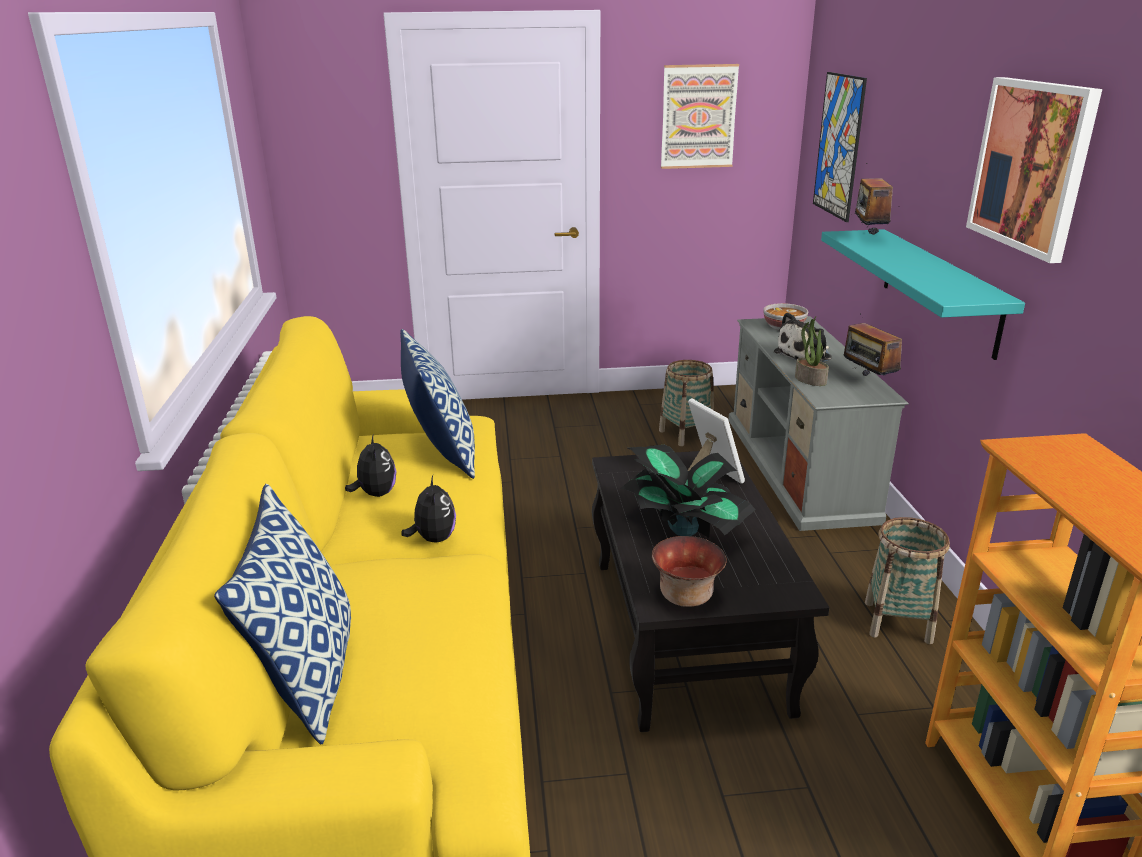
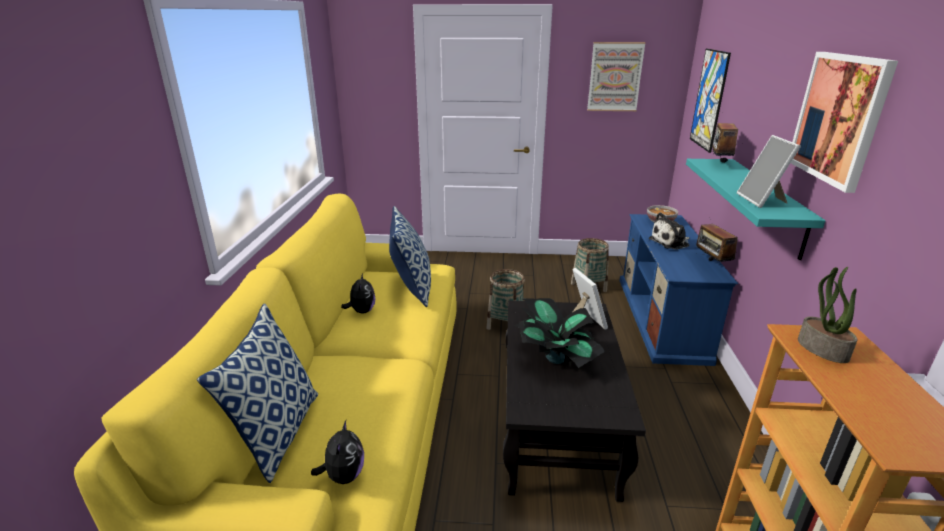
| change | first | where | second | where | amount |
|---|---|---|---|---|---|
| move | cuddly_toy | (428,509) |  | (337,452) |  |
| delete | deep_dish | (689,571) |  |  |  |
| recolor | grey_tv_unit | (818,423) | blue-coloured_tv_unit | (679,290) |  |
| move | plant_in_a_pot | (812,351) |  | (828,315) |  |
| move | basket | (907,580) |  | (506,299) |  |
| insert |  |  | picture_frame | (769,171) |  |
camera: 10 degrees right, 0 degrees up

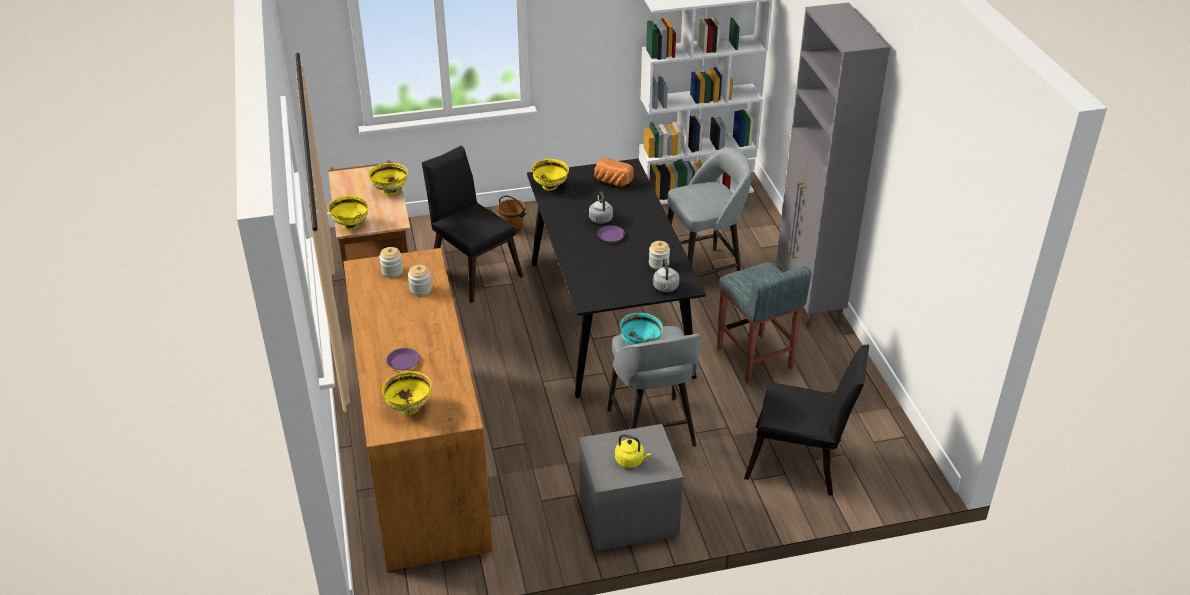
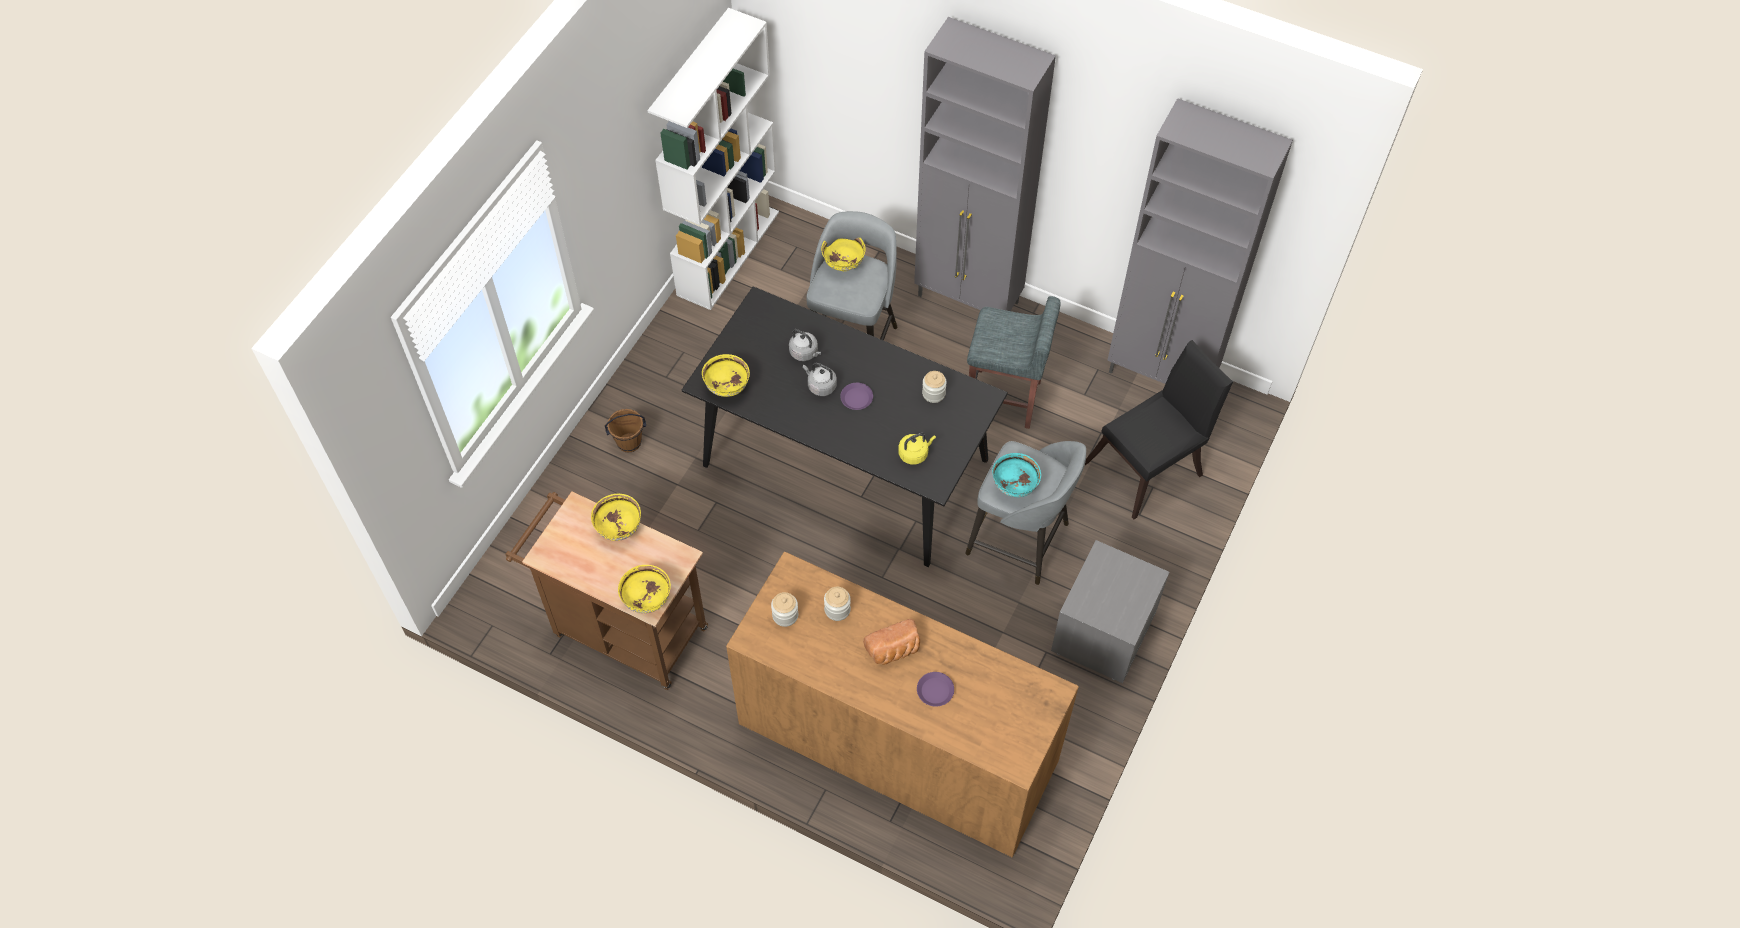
| change | first | where | second | where | amount |
|---|---|---|---|---|---|
| move | yellowish_deep_dish | (406,393) |  | (843,254) |  |
| delete | black_plain_chair | (472,224) |  |  |  |
| move | bread | (614,172) |  | (891,642) |  |
| move | yellowish_water_kettle | (633,451) |  | (917,449) |  |
| move | grey_water_kettle | (666,275) |  | (805,345) |  |
| insert |  |  | grey_cupboard | (1200,241) |  |
camera: 50 degrees left, 20 degrees up

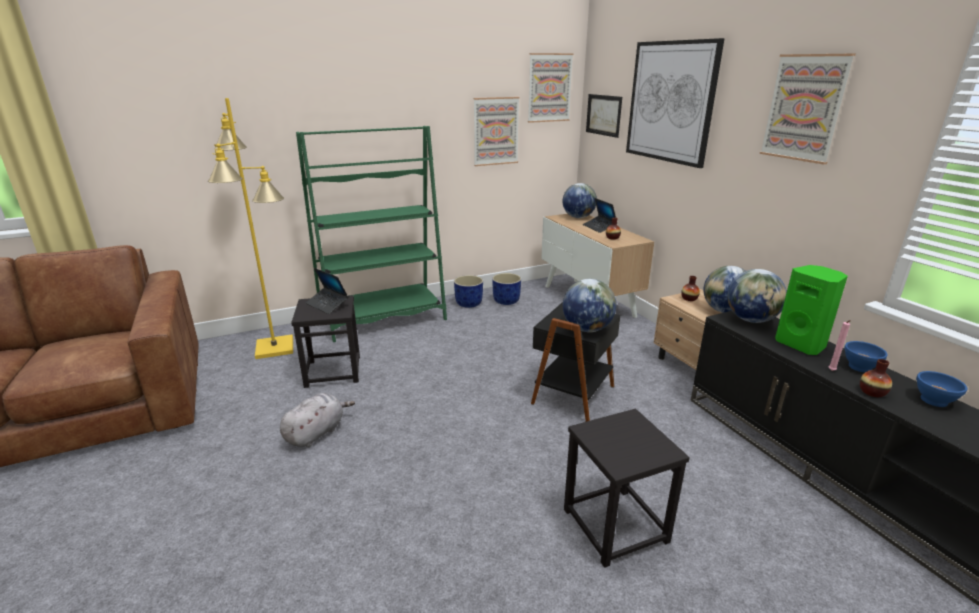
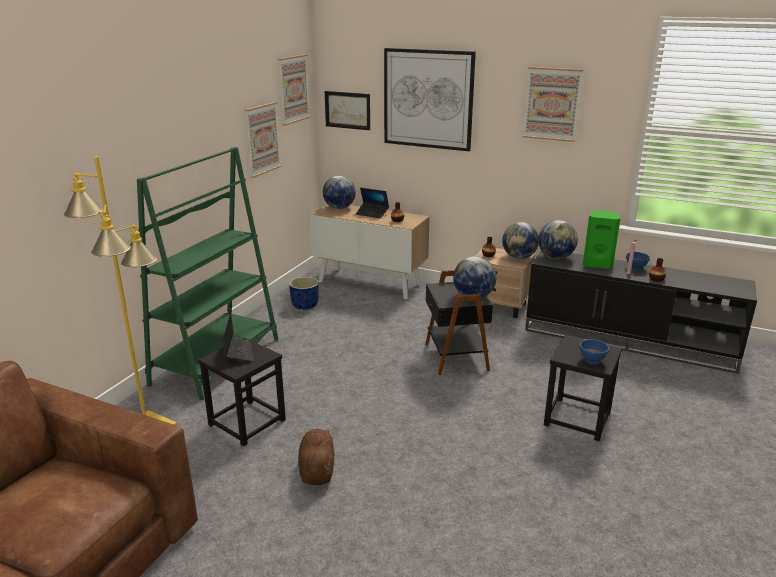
| change | first | where | second | where | amount |
|---|---|---|---|---|---|
| recolor | grey_cuddly_toy | (317,420) | brown-coloured_cuddly_toy | (316,457) |  |
| rotate | laptop | (327,291) |  | (238,337) | 105 degrees counterclockwise |
| delete | blue-coloured_plant_pot | (468,291) |  |  |  |
| move | blue-coloured_deep_dish | (942,389) |  | (594,352) |  |
camera: 40 degrees left, 0 degrees up

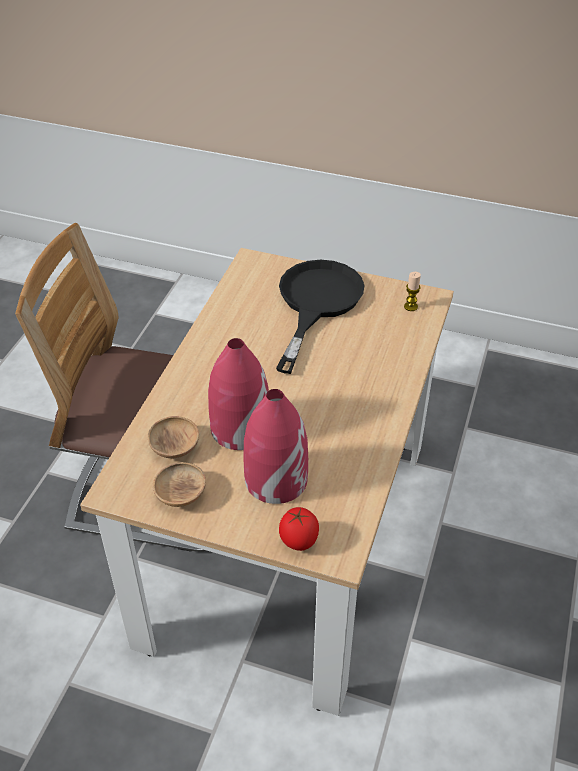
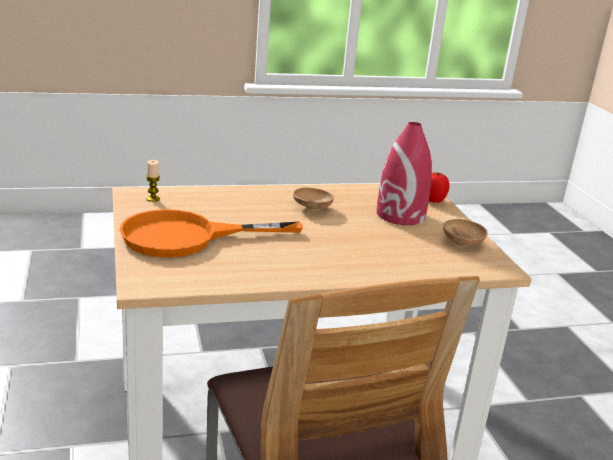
| change | first | where | second | where | amount |
|---|---|---|---|---|---|
| move | brown-coloured_deep_dish | (173,437) |  | (313,199) |  |
| delete | red-coloured_decorative_vase | (238,394) |  |  |  |
| recolor | black_skillet | (320,317) | orange-coloured_skillet | (211,233) |  |
camera: 125 degrees left, 20 degrees down

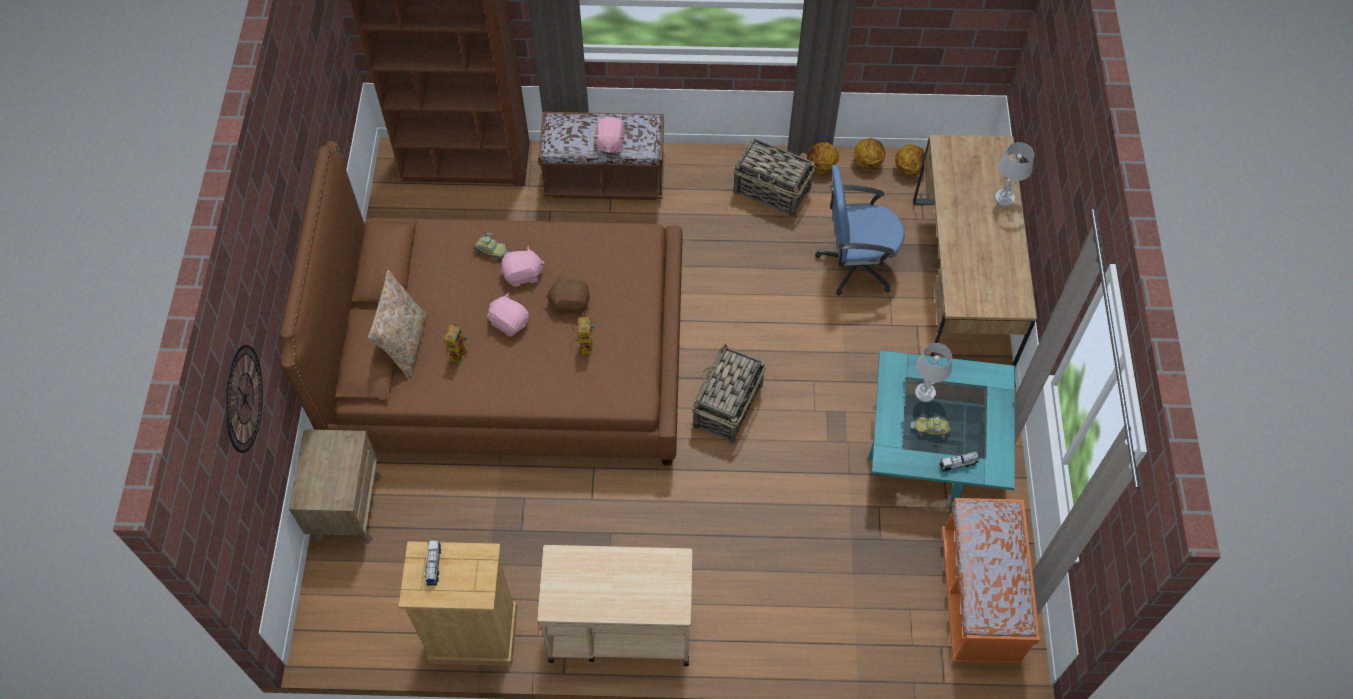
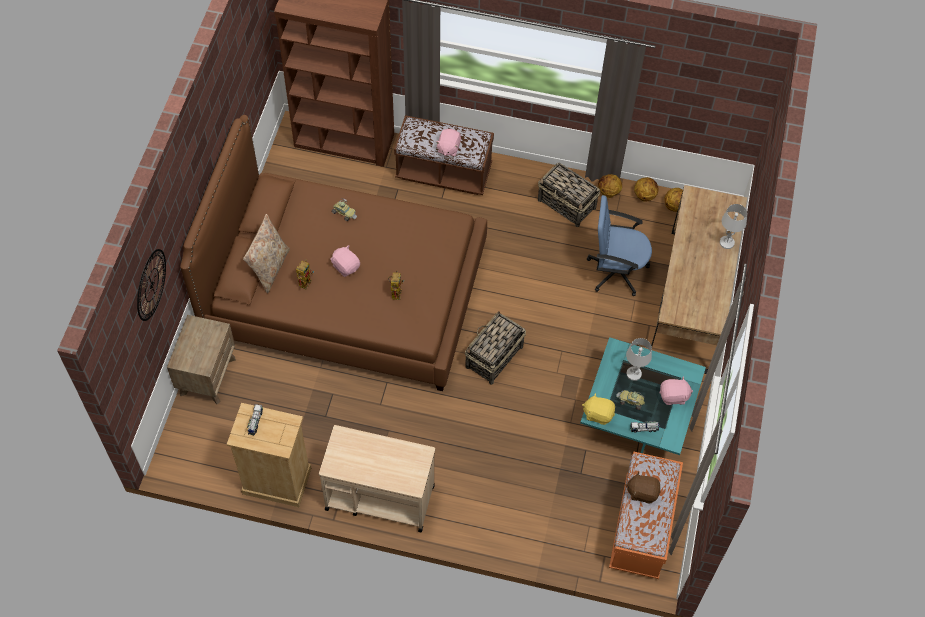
| change | first | where | second | where | amount |
|---|---|---|---|---|---|
| move | pink_cuddly_toy | (523,266) |  | (676,390) |  |
| move | brown-coloured_cuddly_toy | (568,296) |  | (643,487) |  |
| insert |  |  | yellowish_cuddly_toy | (598,409) |  |
camera: 10 degrees right, 0 degrees up

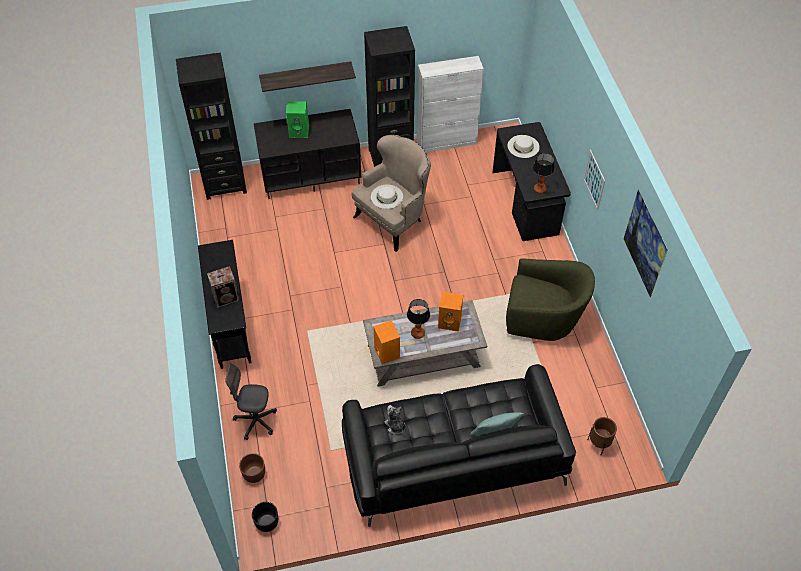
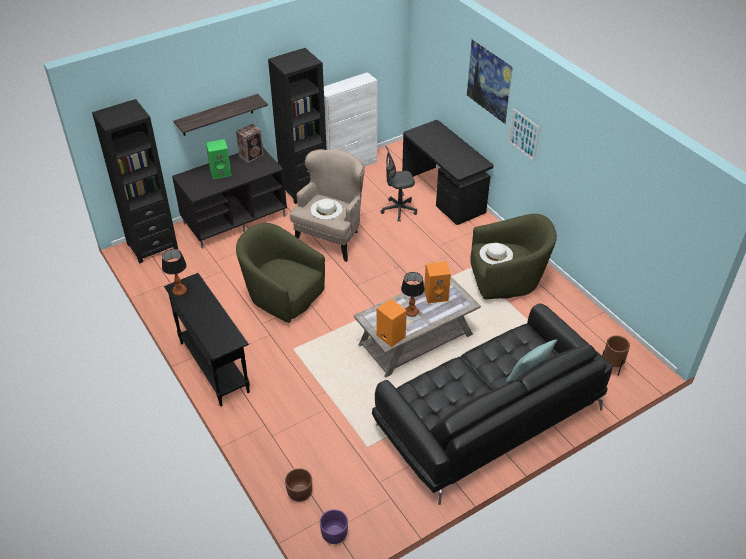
| change | first | where | second | where | amount |
|---|---|---|---|---|---|
| move | audio_speaker | (223,287) |  | (250,143) |  |
| move | grey_office_chair | (251,402) |  | (399,183) |  |
| recolor | black_plant_pot | (265,517) | purplish_plant_pot | (334,526) |  |
| delete | cuddly_toy | (394,419) |  |  |  |
| move | white-coloured_wearable_hat | (524,146) |  | (496,254) |  |
| move | table_lamp | (544,173) |  | (174,272) |  |
| move | wall_picture | (646,244) |  | (490,82) |  |
| insert |  |  | green_lounge_chair | (280,273) |  |
camera: 20 degrees left, 10 degrees down

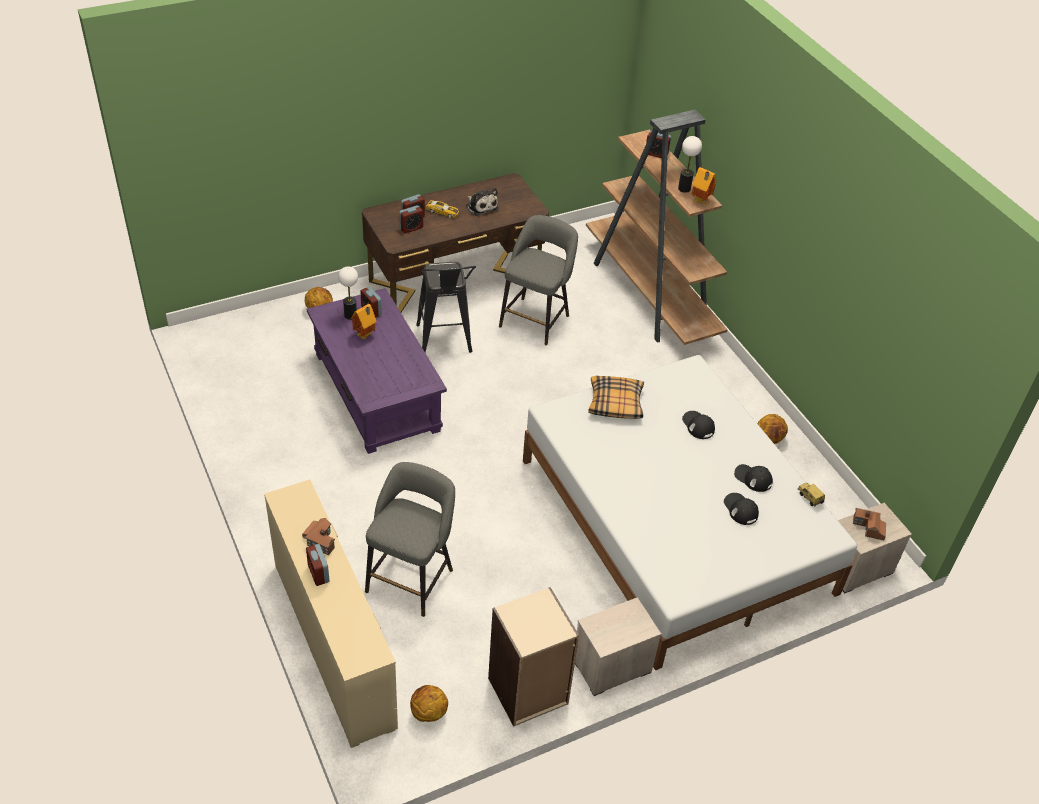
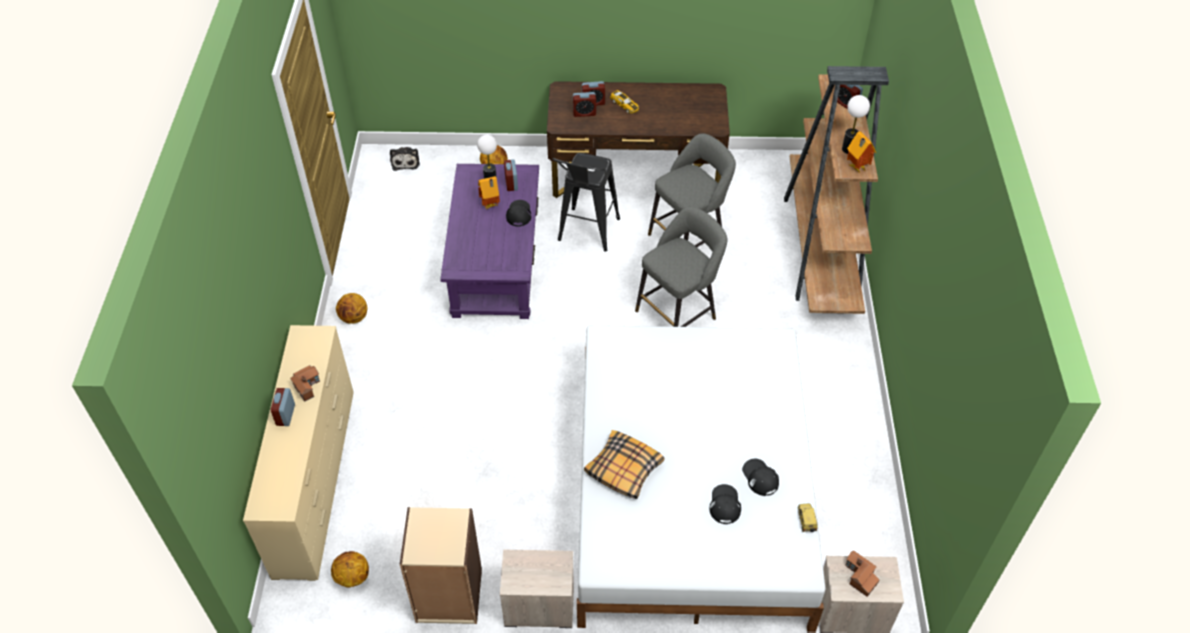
| change | first | where | second | where | amount |
|---|---|---|---|---|---|
| move | grey_stool_seat | (410,539) |  | (681,266) |  |
| move | cuddly_toy | (482,202) |  | (405,159) |  |
| move | cushion | (616,397) |  | (624,464) |  |
| move | black_baseball_cap | (698,425) |  | (518,213) |  |
| move | ball_for_basketball | (773,429) |  | (351,308) |  |
camera: 30 degrees right, 5 degrees up

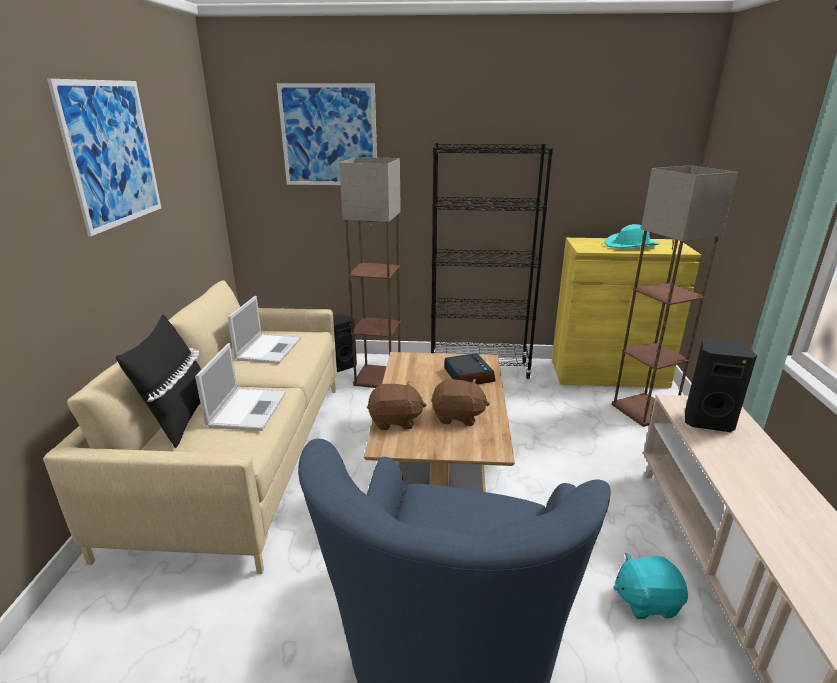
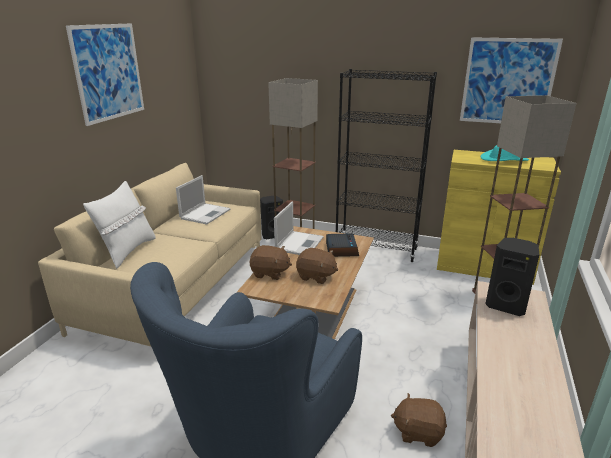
| change | first | where | second | where | amount |
|---|---|---|---|---|---|
| recolor | black_cushion | (159,381) | white-coloured_cushion | (119,225) |  |
| move | laptop | (240,387) |  | (299,228) |  |
| move | wall_picture | (327,134) |  | (511,80) |  |
| recolor | turquoise_cuddly_toy | (650,586) | brown-coloured_cuddly_toy | (419,420) |  |
camera: 15 degrees right, 0 degrees up

